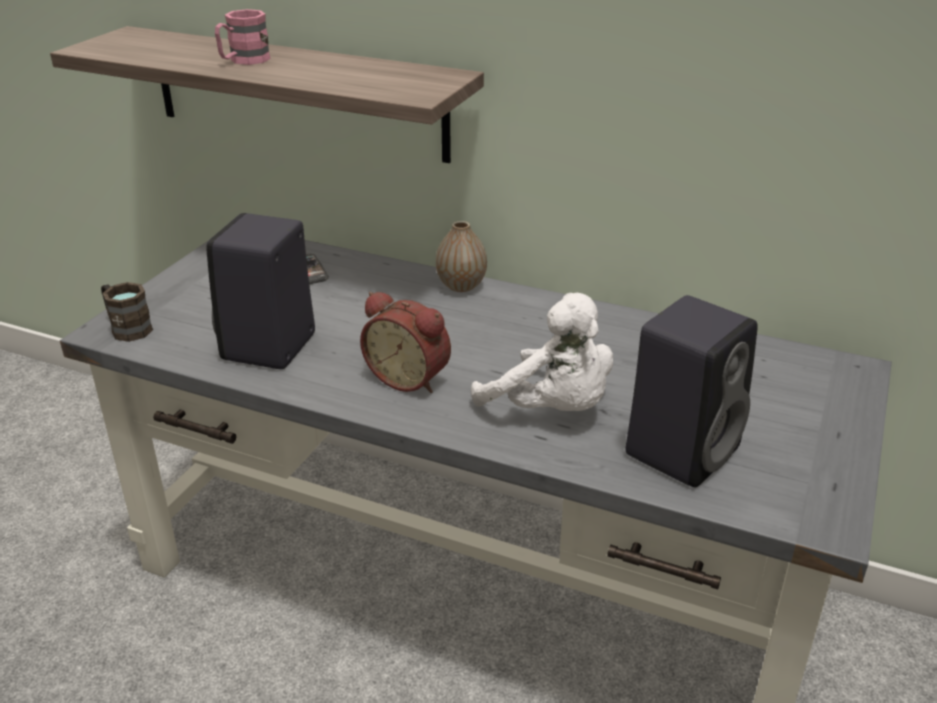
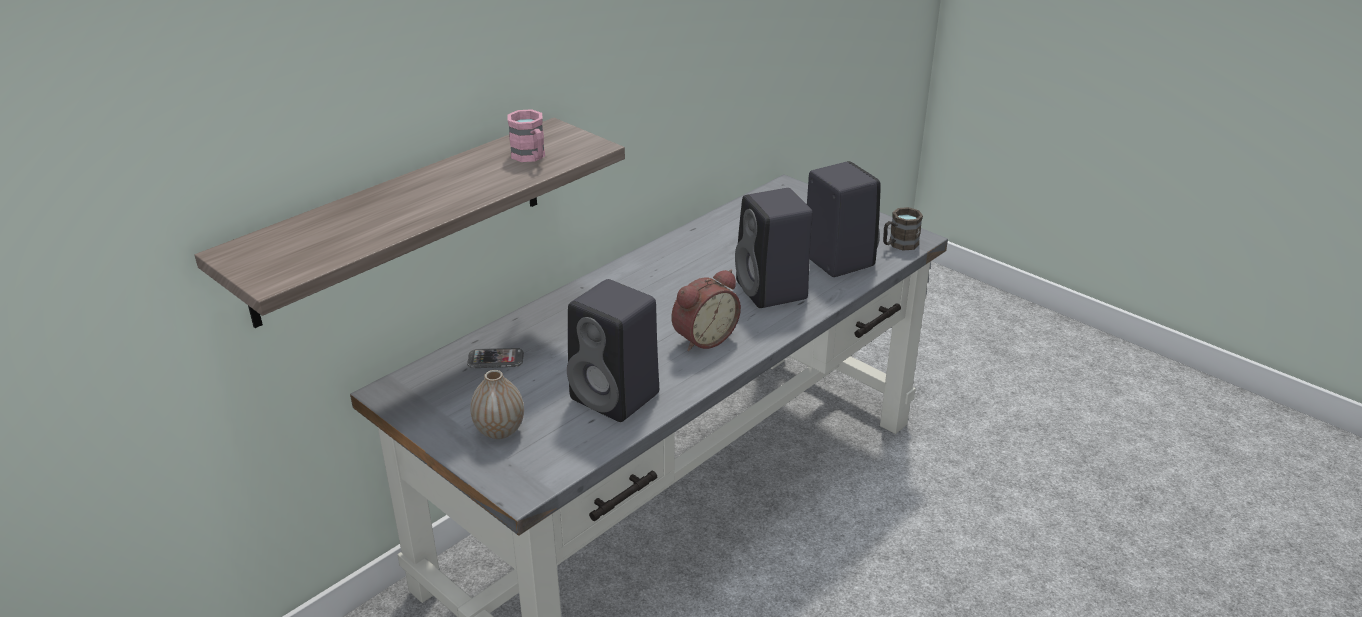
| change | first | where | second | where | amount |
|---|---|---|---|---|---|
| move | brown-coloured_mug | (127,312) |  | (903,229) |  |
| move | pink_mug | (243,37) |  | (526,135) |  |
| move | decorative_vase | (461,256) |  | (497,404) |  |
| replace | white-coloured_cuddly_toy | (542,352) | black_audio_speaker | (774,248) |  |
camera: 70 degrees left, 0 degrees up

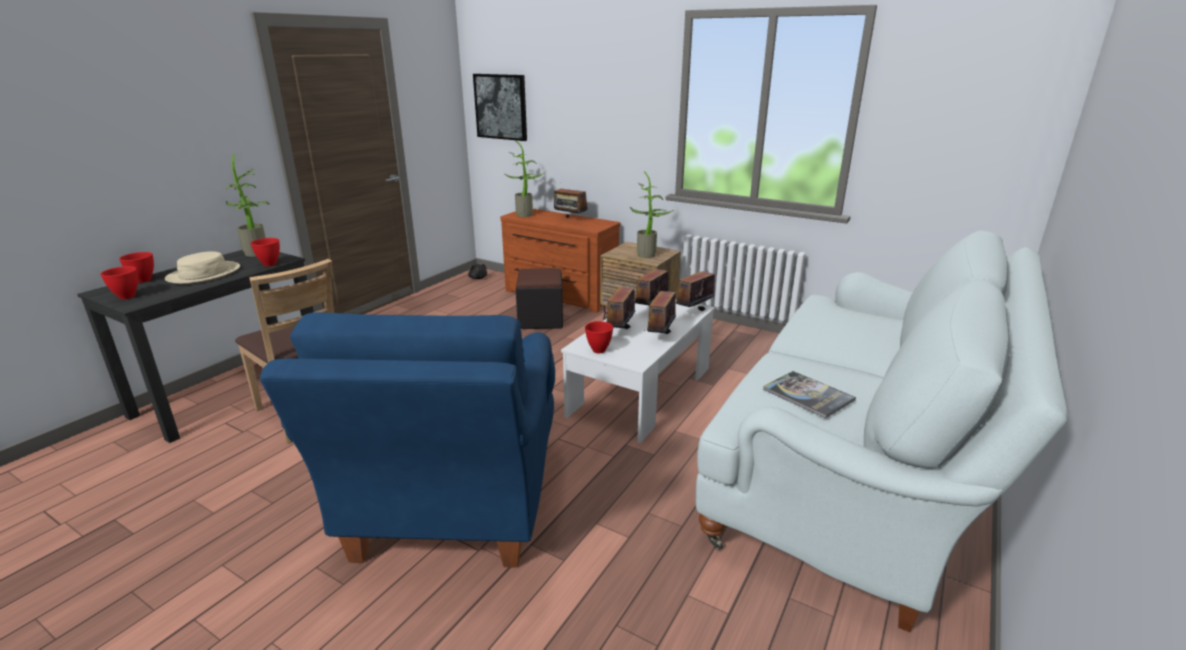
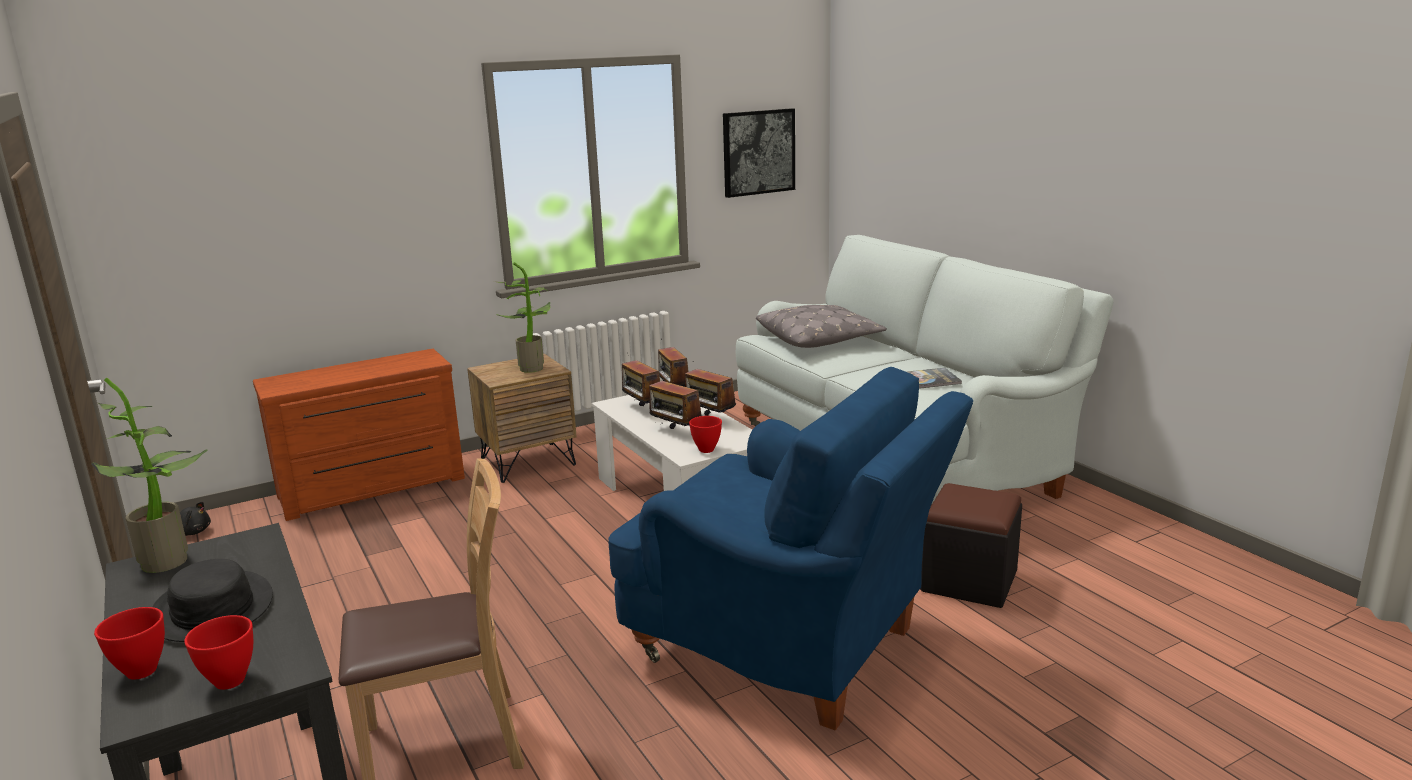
| change | first | where | second | where | amount |
|---|---|---|---|---|---|
| recolor | beige-coloured_wearable_hat | (202,267) | black_wearable_hat | (212,600) |  |
| delete | red-coloured_deep_dish | (265,252) |  |  |  |
| move | wall_picture | (500,107) |  | (759,153) |  |
| delete | plant_in_a_pot | (524,178) |  |  |  |
| move | black_ottoman | (539,298) |  | (971,545) |  |
| delete | radio_set | (571,200) |  |  |  |
| insert |  |  | grey_cushion | (821,326) |  |
camera: 60 degrees left, 5 degrees down

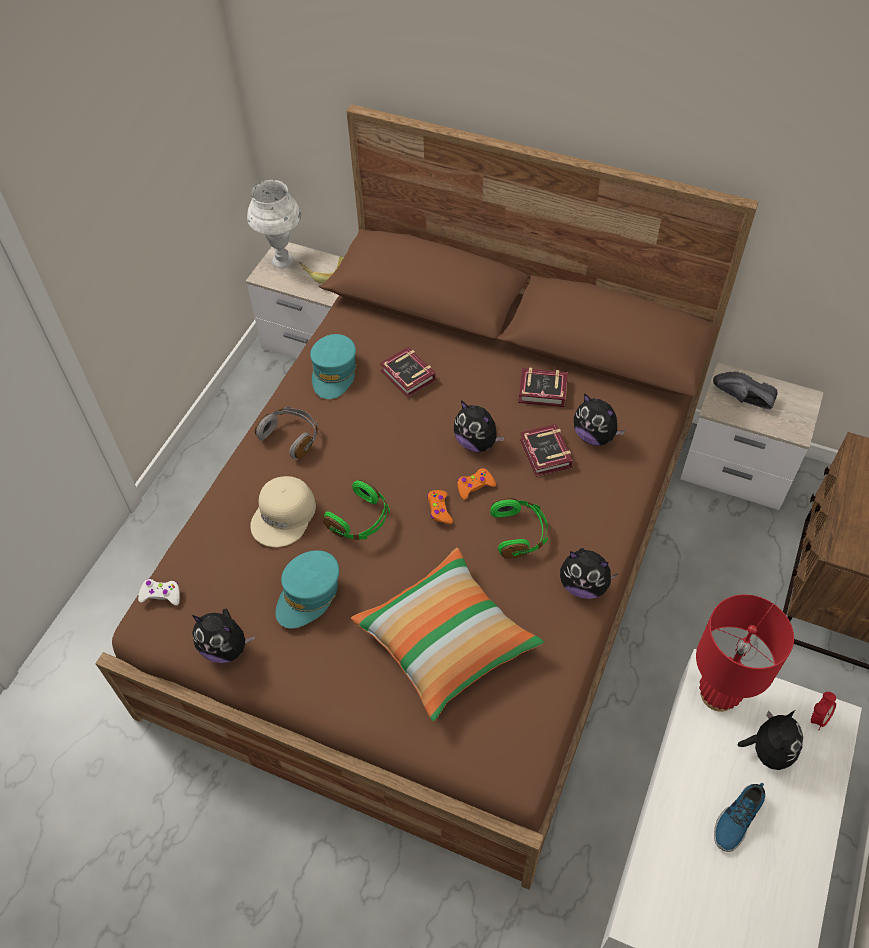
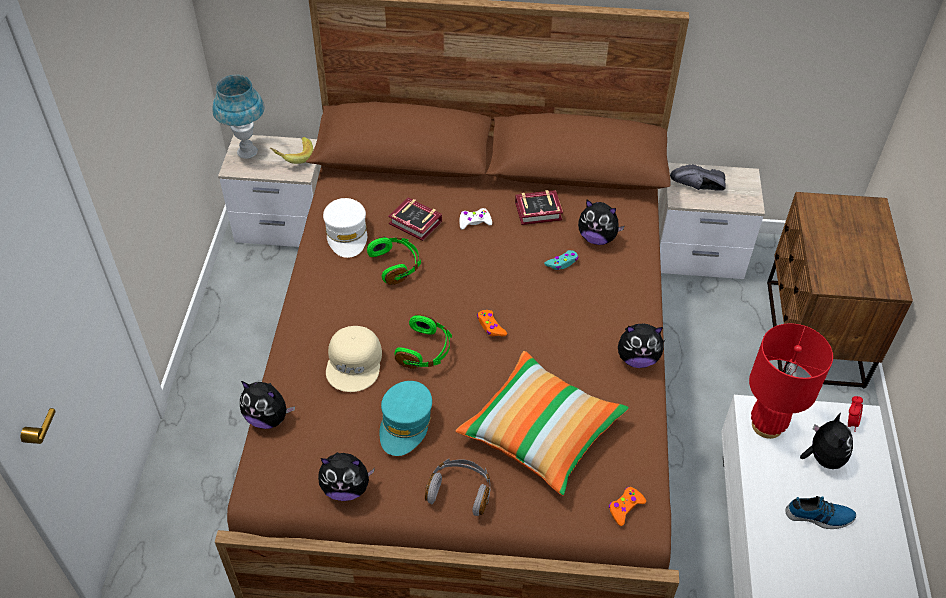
| change | first | where | second | where | amount |
|---|---|---|---|---|---|
| move | white-coloured_gamepad | (159,592) |  | (475,218) |  |
| recolor | white-coloured_table_lamp | (274,224) | blue-coloured_table_lamp | (238,117) |  |
| move | grey_headset | (286,432) |  | (457,487) |  |
| recolor | turquoise_baseball_cap | (333,366) | white-coloured_baseball_cap | (345,228) |  |
| move | cuddly_toy | (479,426) |  | (267,405) |  |
| move | orange-coloured_gamepad | (476,484) |  | (627,506) |  |
| move | green_headset | (519,528) |  | (394,260) |  |
| replace | book | (546,450) | turquoise_gamepad | (561,260) |  |
| rotate | item_of_footwear | (739,817) |  | (821,512) | 105 degrees counterclockwise |
camera: 20 degrees left, 5 degrees down

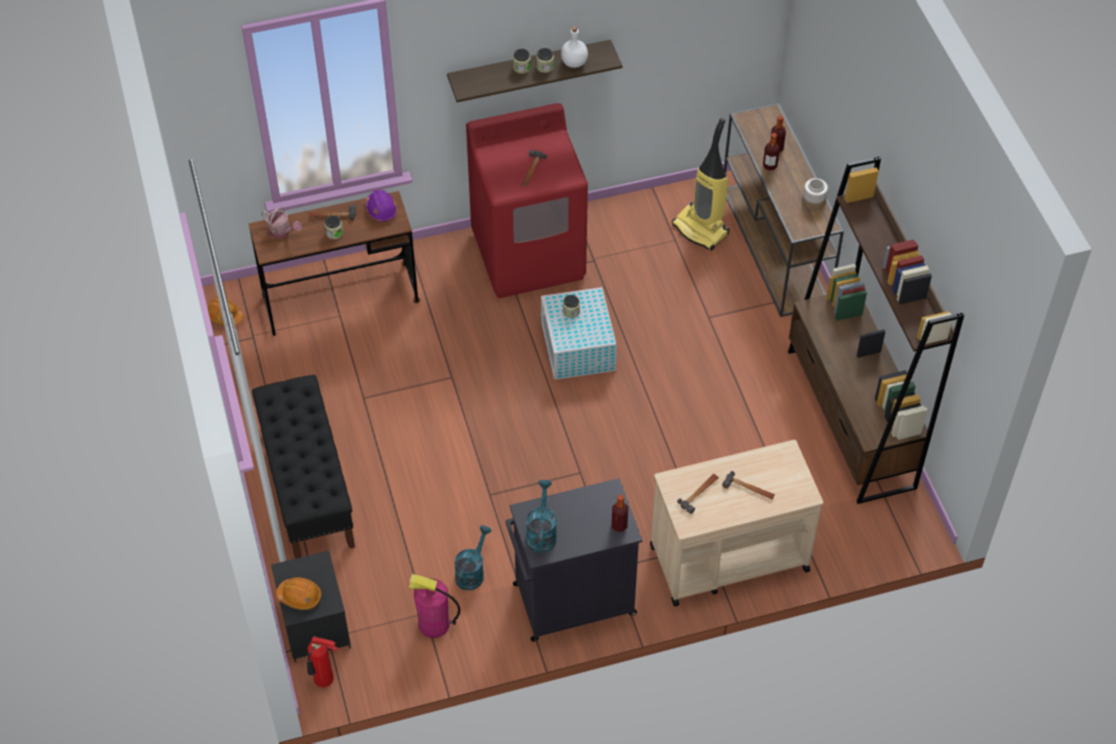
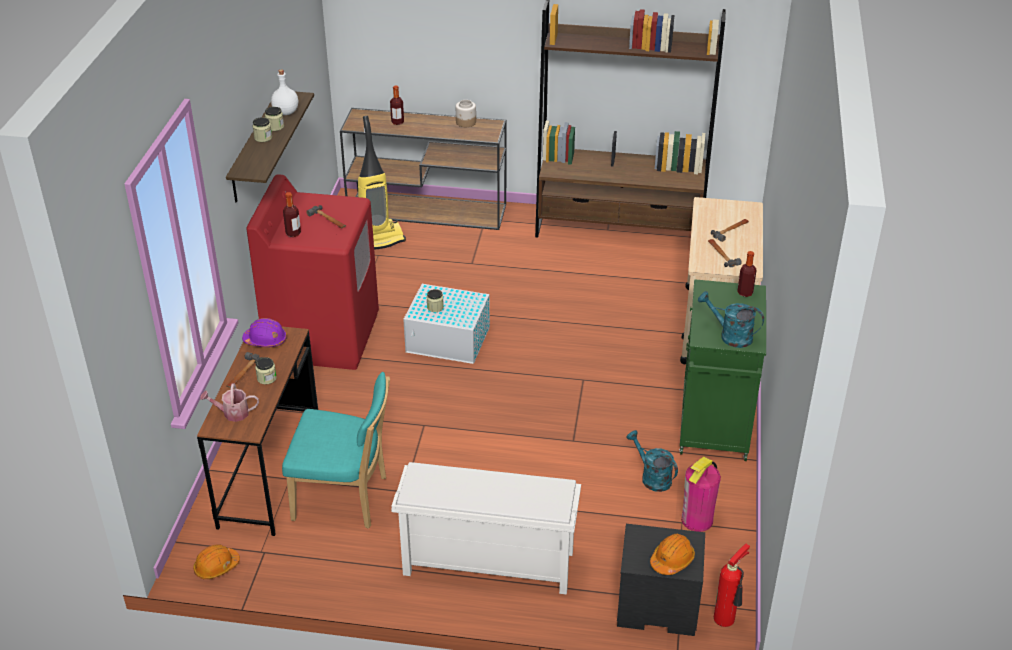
| change | first | where | second | where | amount |
|---|---|---|---|---|---|
| replace | black_long_seat | (303,467) | white-coloured_shoe_shelf | (486,528) |  |
| rotate | sprinkling_can | (281,223) |  | (229,402) | 150 degrees counterclockwise |
| recolor | black_cupboard | (574,559) | green_cupboard | (722,370) |  |
| move | bottle | (771,152) |  | (292,214) |  |
| insert |  |  | turquoise_plain_chair | (336,450) |  |
camera: 65 degrees left, 15 degrees down

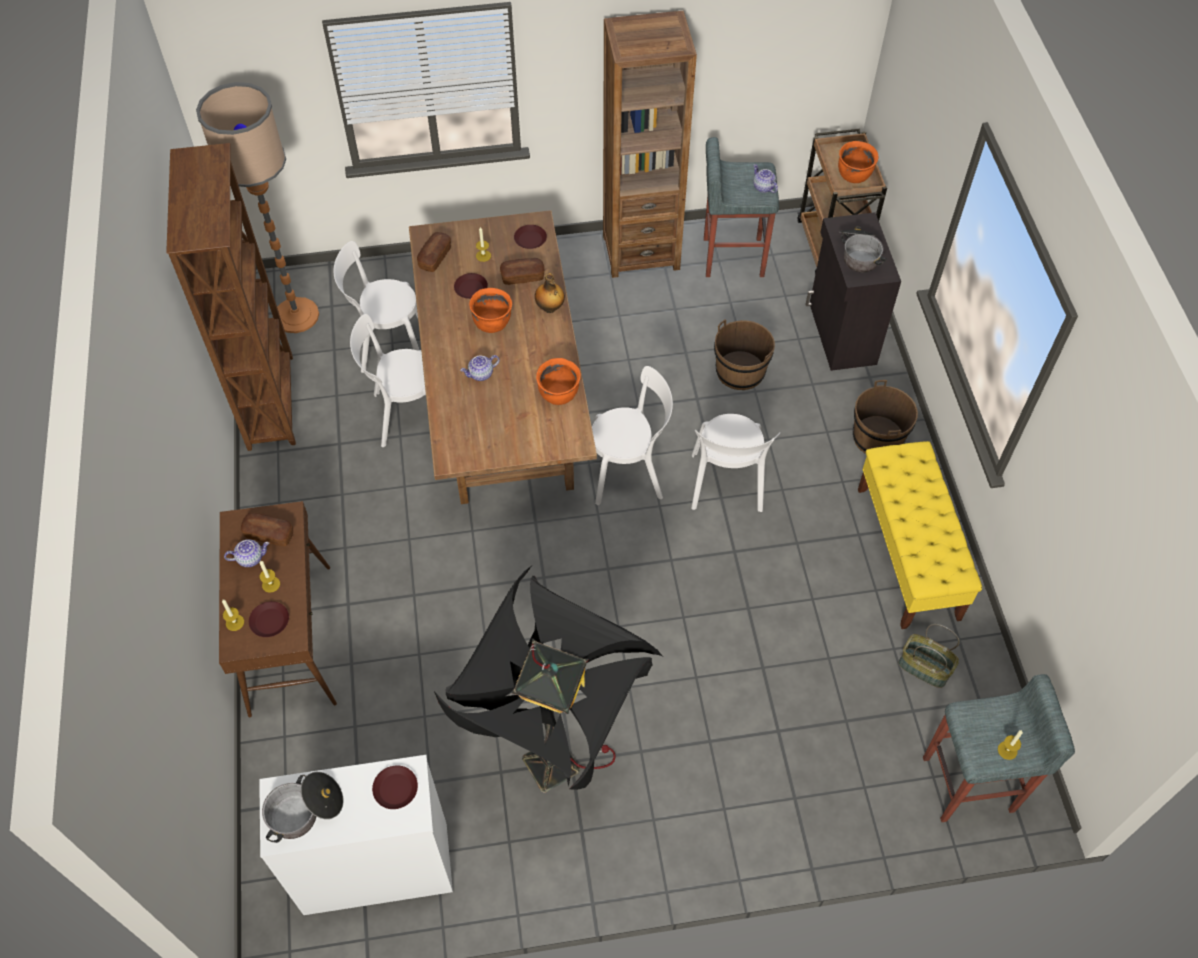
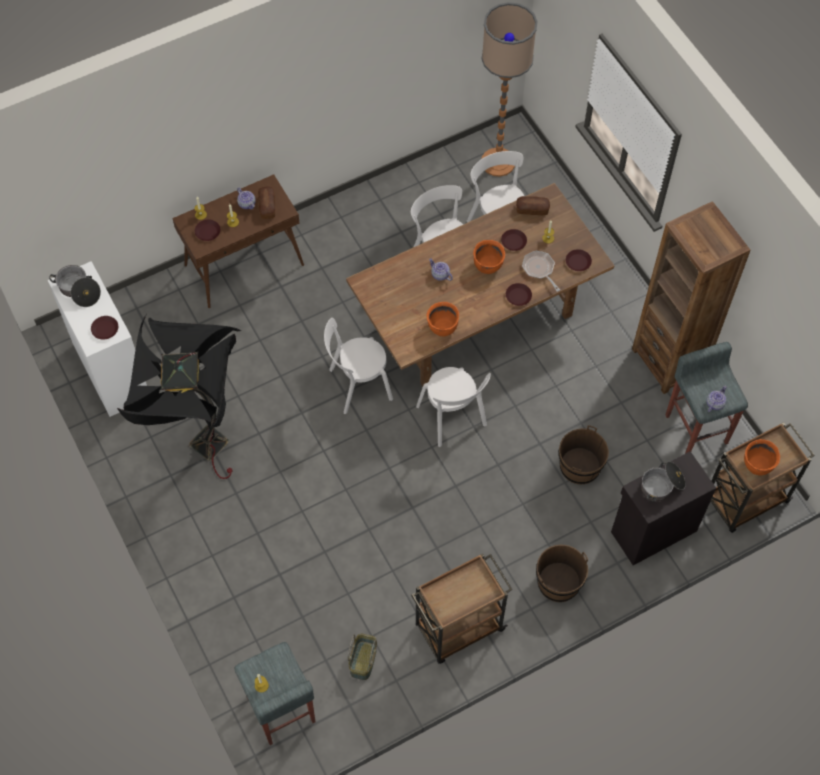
| change | first | where | second | where | amount |
|---|---|---|---|---|---|
| delete | brown-coloured_bookcase | (231,297) |  |  |  |
| replace | bread | (522,271) | skillet | (541,271) |  |
| replace | bottle | (550,293) | brown-coloured_dinner_plate | (519,294) |  |
| move | white-coloured_plain_chair | (736,463) |  | (358,366) |  |
| replace | yellowish_long_seat | (920,535) | brown-coloured_wheeled_cart | (461,608) |  |
camera: 70 degrees right, 5 degrees up

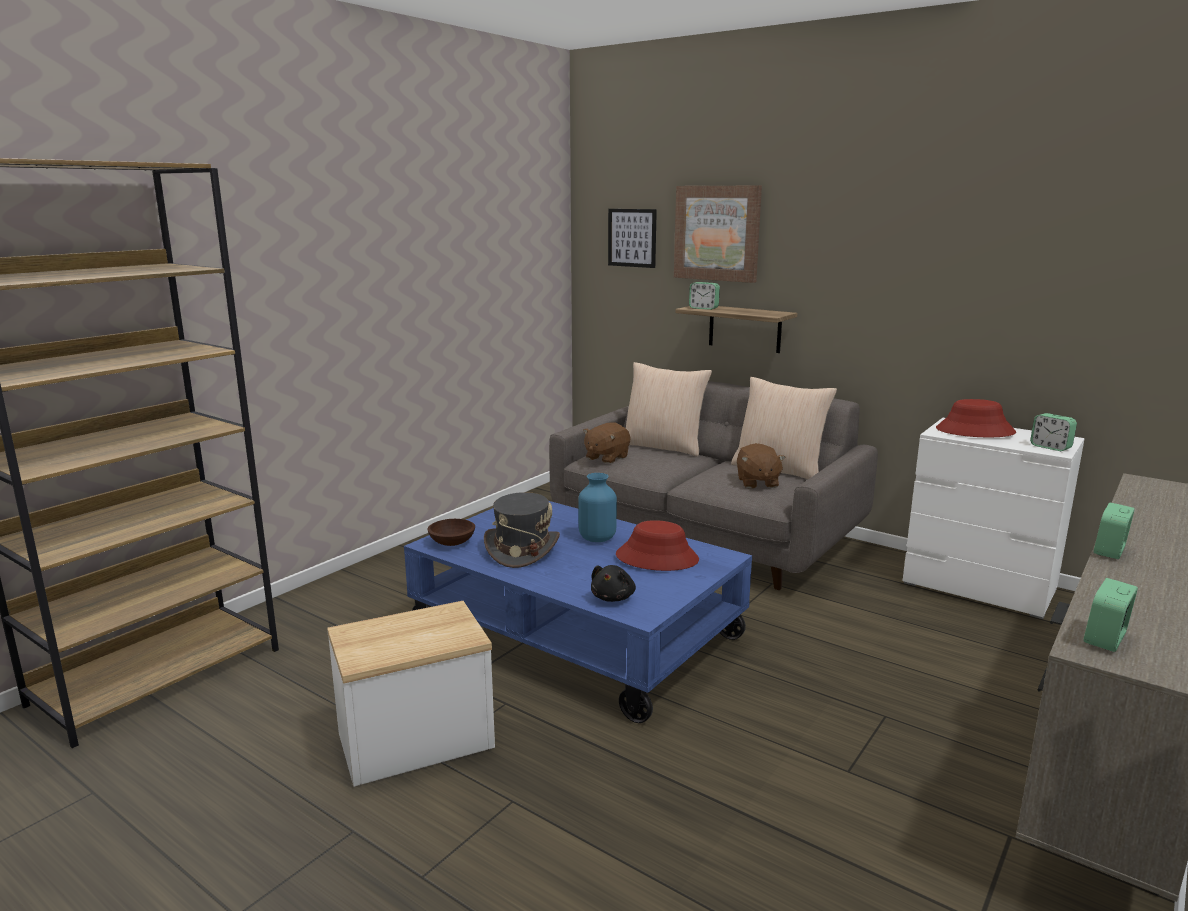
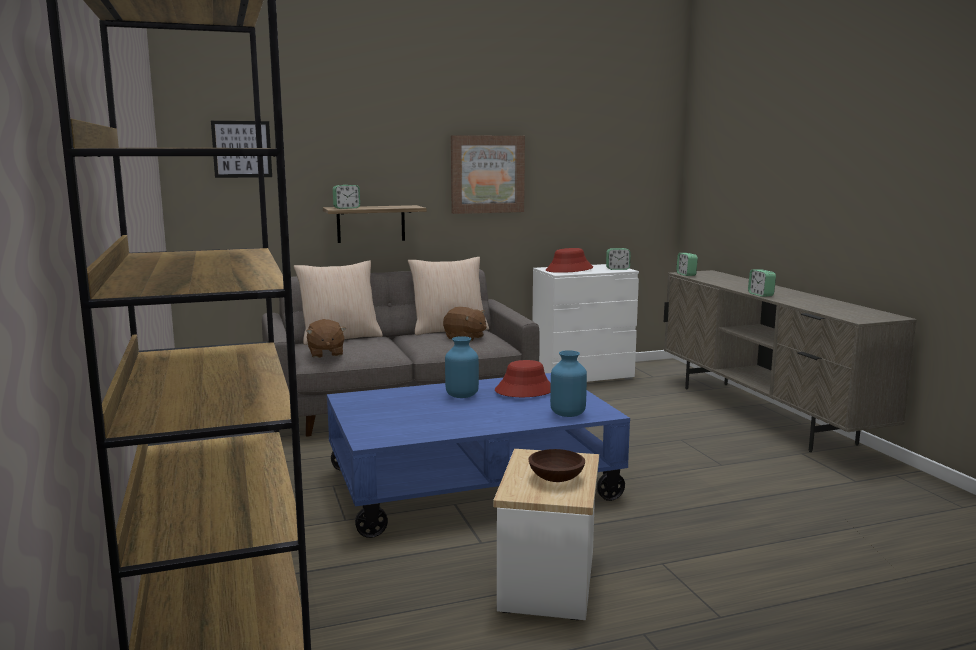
| change | first | where | second | where | amount |
|---|---|---|---|---|---|
| move | brown-coloured_deep_dish | (451,532) |  | (556,465) |  |
| delete | grey_wearable_hat | (522,530) |  |  |  |
| replace | black_cuddly_toy | (613,583) | blue-coloured_decorative_vase | (568,383) |  |
| move | wall_picture | (718,234) |  | (488,174) |  |
| move | alarm_clock | (1110,615) |  | (687,264) |  |
camera: 55 degrees left, 5 degrees down

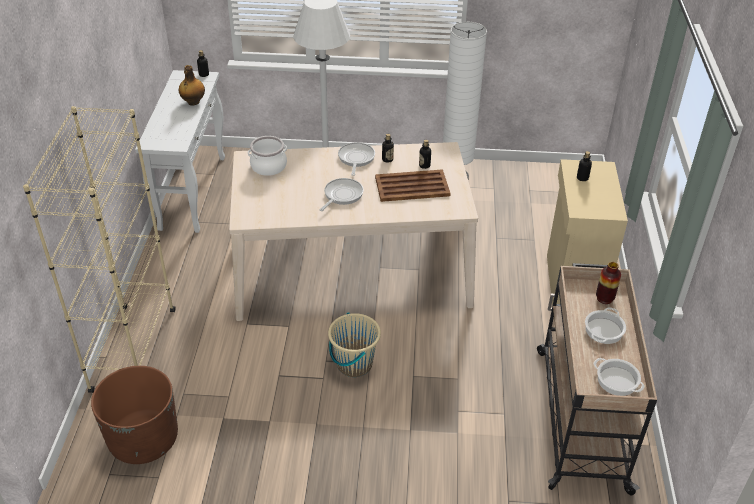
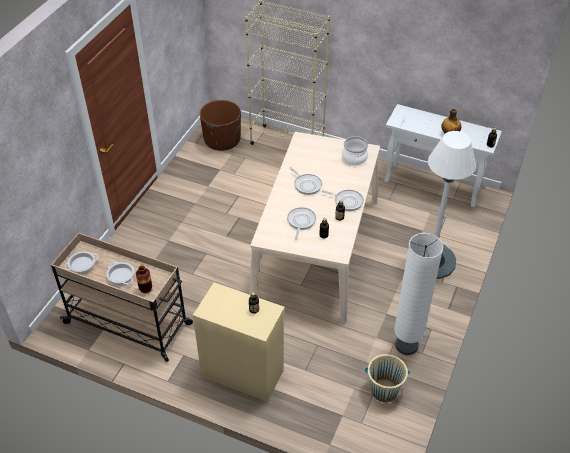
| change | first | where | second | where | amount |
|---|---|---|---|---|---|
| move | beige-coloured_pail | (354,344) |  | (387,378) |  |
| replace | brown-coloured_carrying_tray | (413,185) | skillet | (301,223) |  |
camera: 110 degrees right, 5 degrees up

